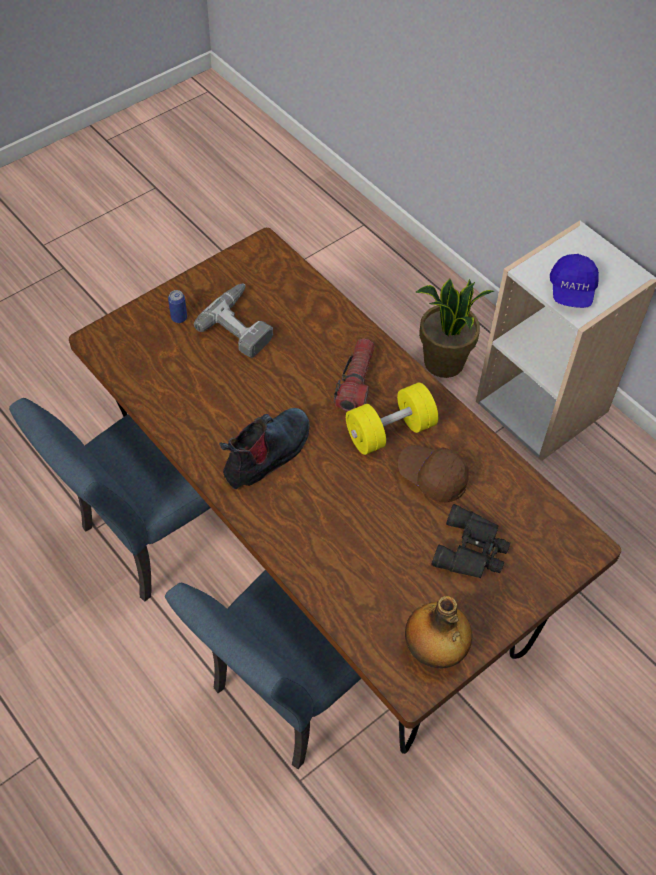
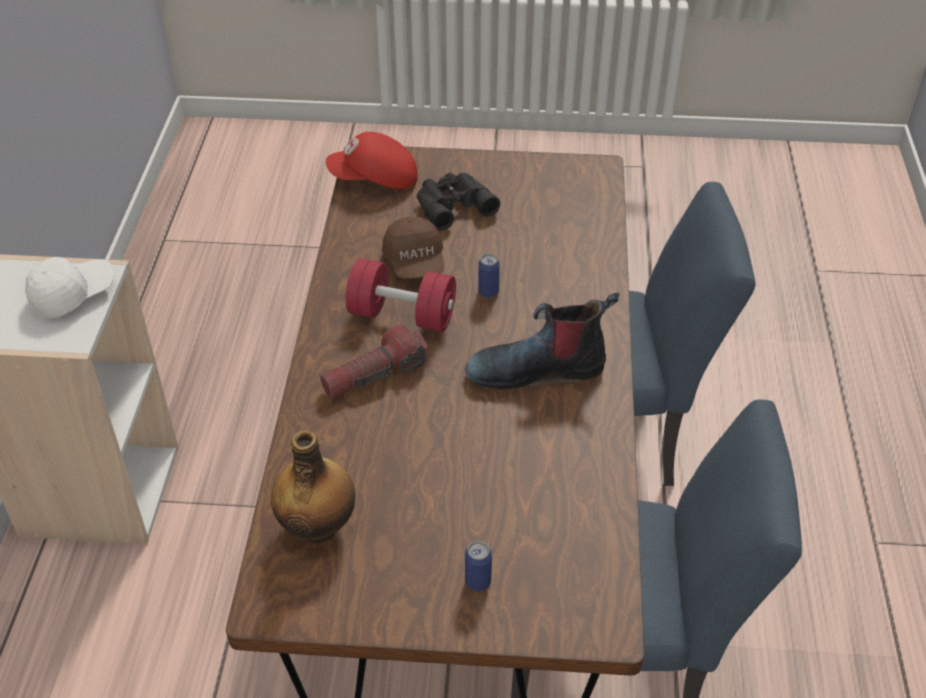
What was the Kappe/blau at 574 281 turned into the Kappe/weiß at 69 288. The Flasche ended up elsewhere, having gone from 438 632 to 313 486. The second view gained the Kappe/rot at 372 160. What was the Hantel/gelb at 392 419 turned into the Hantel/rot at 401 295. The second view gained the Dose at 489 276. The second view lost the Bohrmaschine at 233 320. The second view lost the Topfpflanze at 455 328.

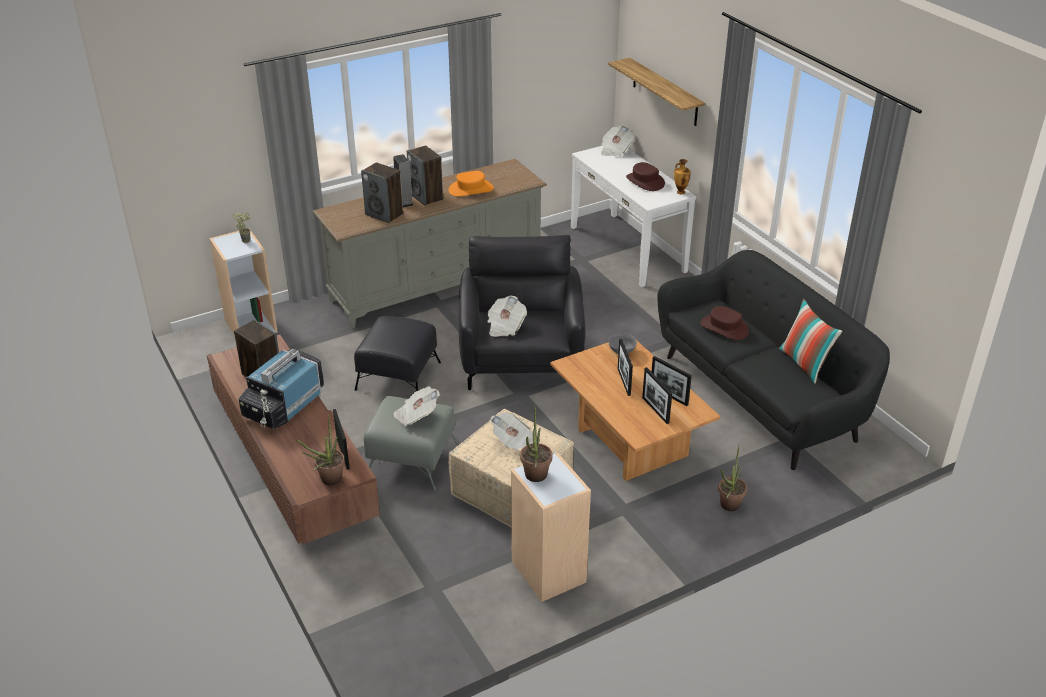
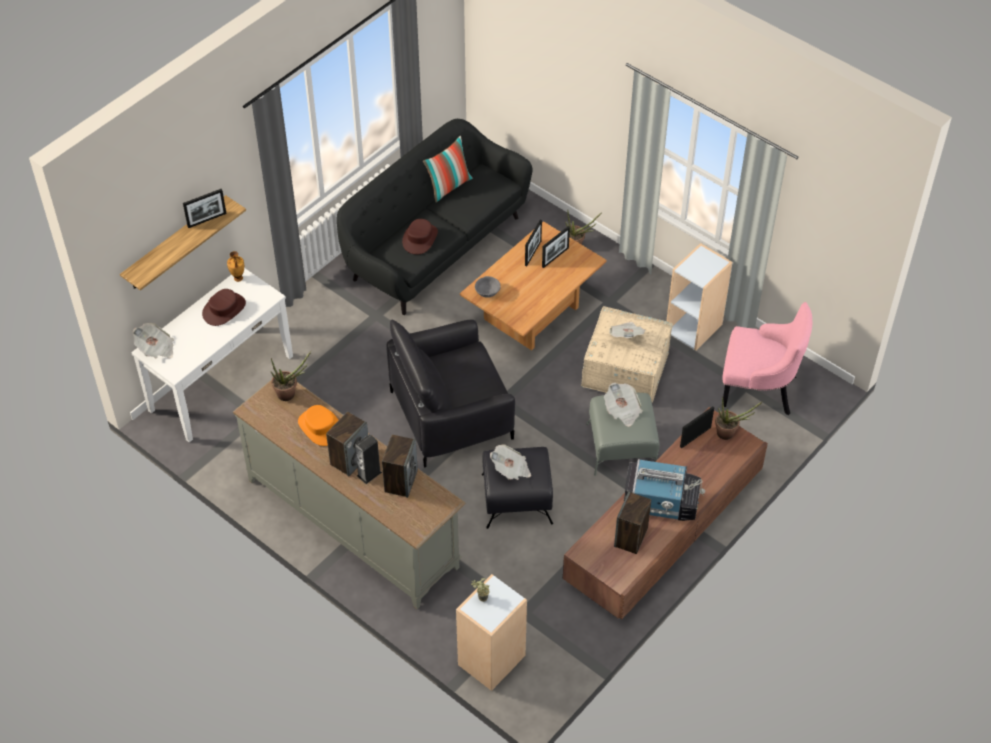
The Bilderrahmen ended up elsewhere, having gone from 625 367 to 204 208. The Topfpflanze ended up elsewhere, having gone from 536 443 to 290 376. The Zeitung ended up elsewhere, having gone from 507 316 to 510 462. The second view gained the Sessel/rosa at 767 358.

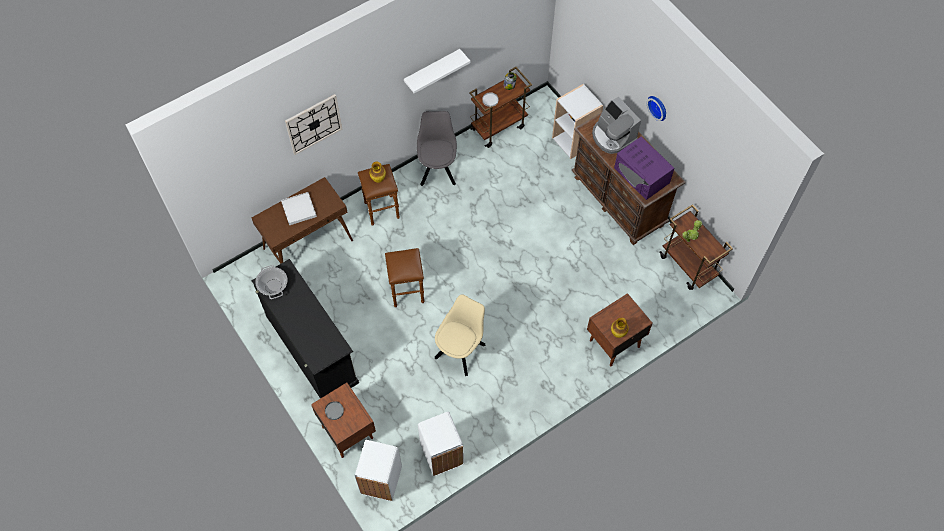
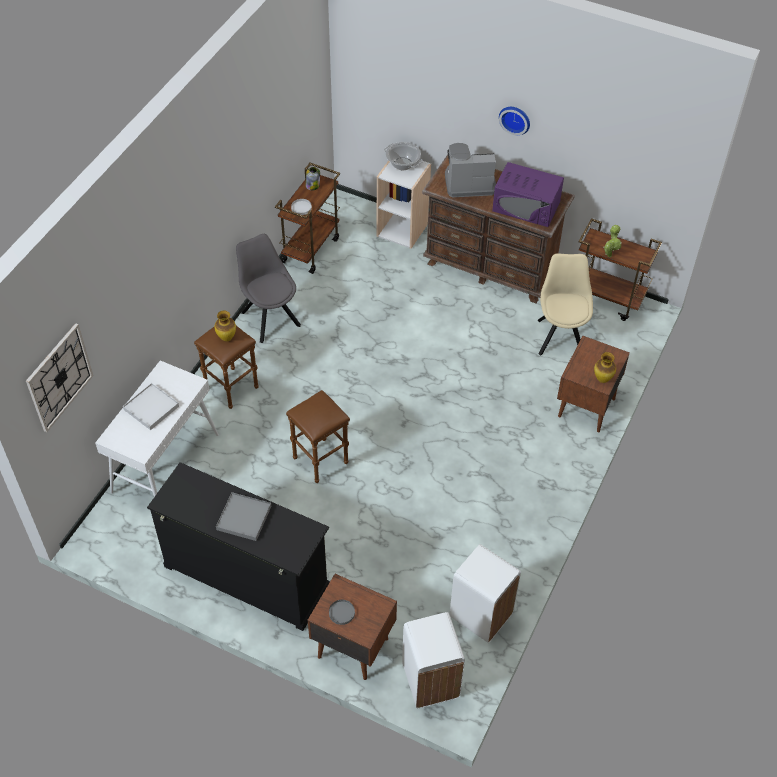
The Wanduhr ended up elsewhere, having gone from 313 124 to 59 377. What was the Konsolentisch/braun at 302 220 turned into the Konsolentisch/weiß at 157 429. The second view gained the Tablett/grau at 243 516. The Kochtopf ended up elsewhere, having gone from 271 282 to 403 156. The Kaffeemaschine at 616 125 ended up facing another way, 150 degrees clockwise from before. The Stuhl/beige ended up elsewhere, having gone from 460 335 to 565 304. The second view lost the Wandregal/weiß at 437 71.

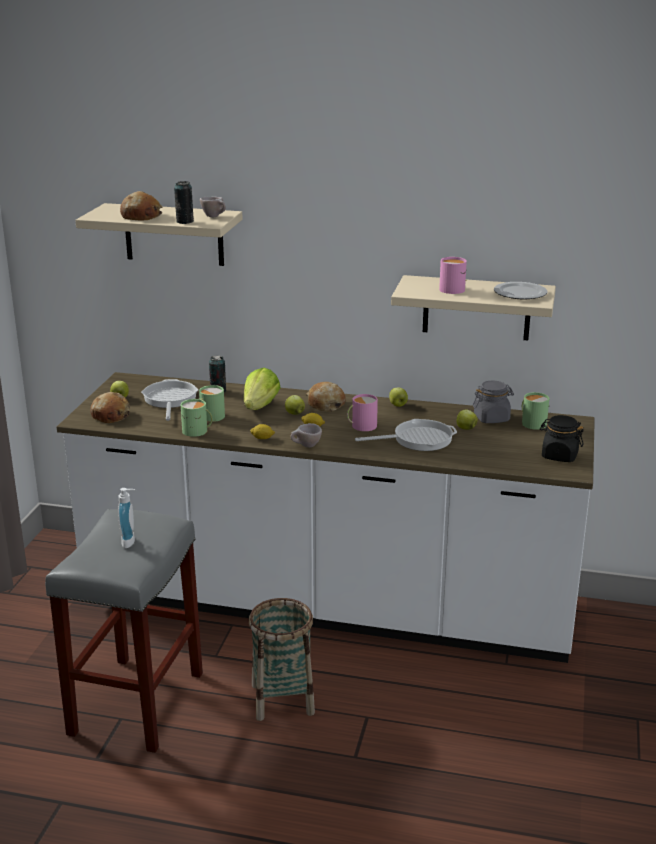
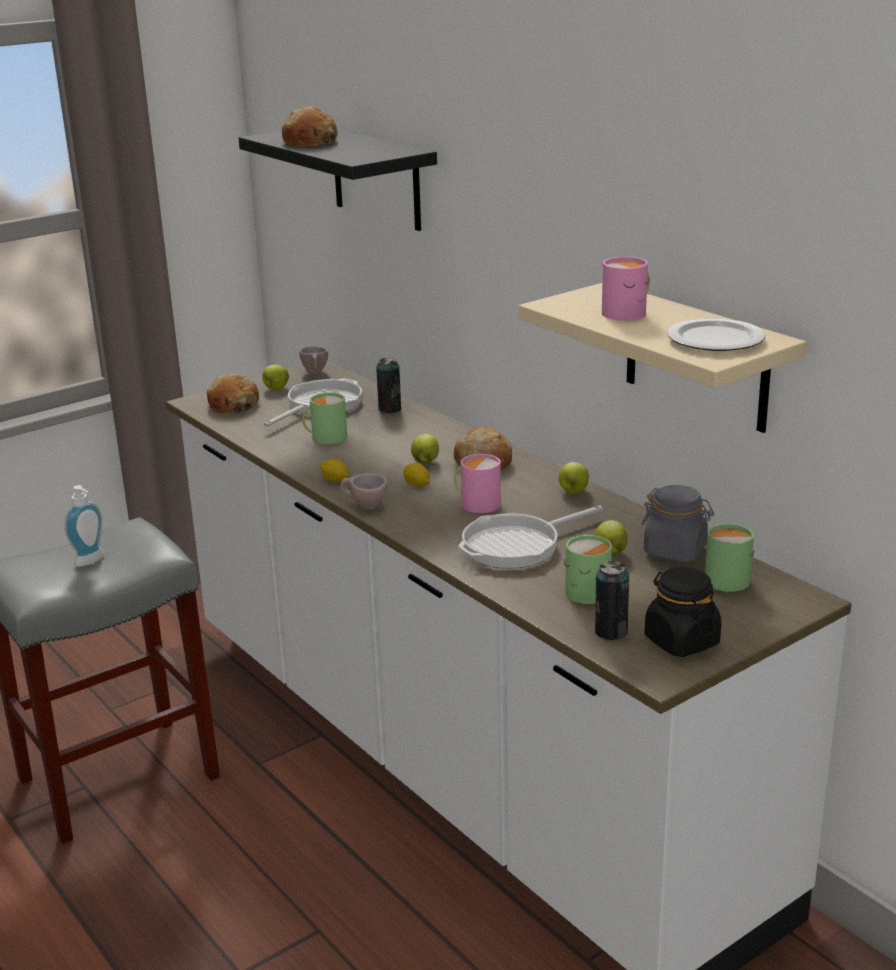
What was the Wandregal/beige at 158 234 turned into the Wandregal/schwarz at 338 180. The Tasse/beige ended up elsewhere, having gone from 213 207 to 313 360. The Pfanne at 406 435 ended up facing another way, 120 degrees clockwise from before. The Henkelbecher/grün ended up elsewhere, having gone from 197 418 to 588 569. The Dose ended up elsewhere, having gone from 184 202 to 612 600. The second view lost the Salatkopf at 262 389. The second view lost the Korb at 282 659.

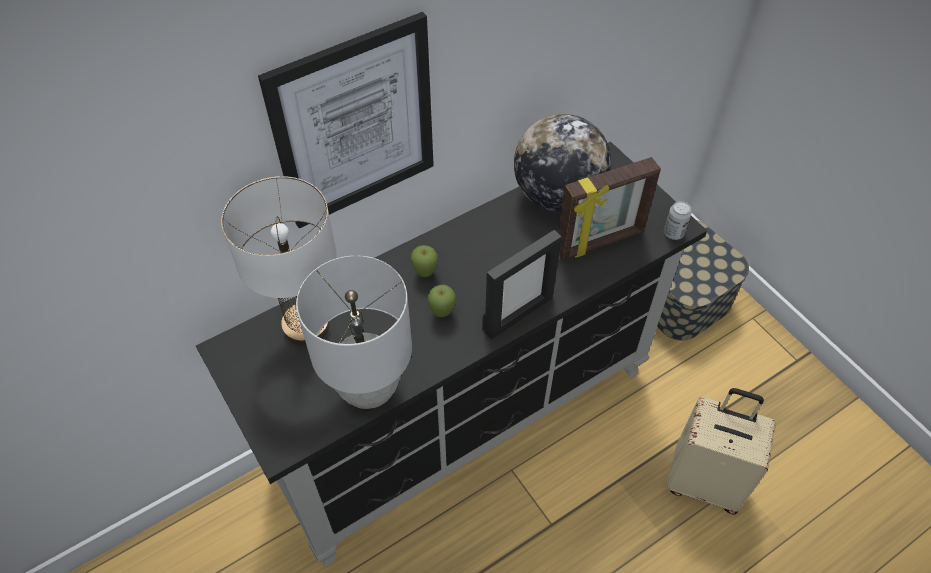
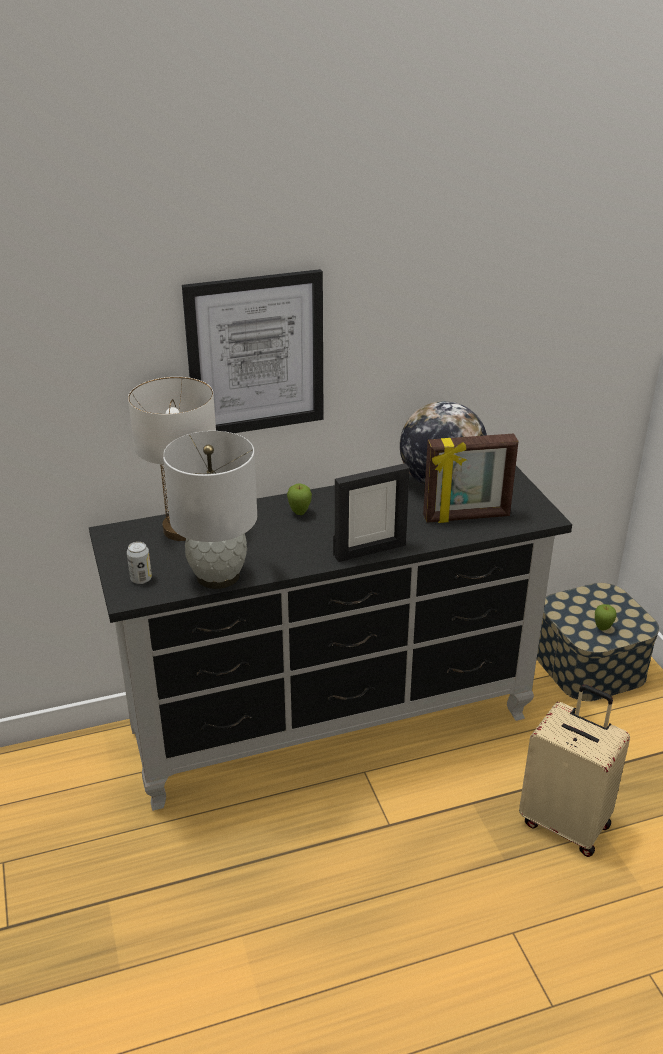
The Dose ended up elsewhere, having gone from 678 220 to 139 563. The Apfel ended up elsewhere, having gone from 442 301 to 606 617.

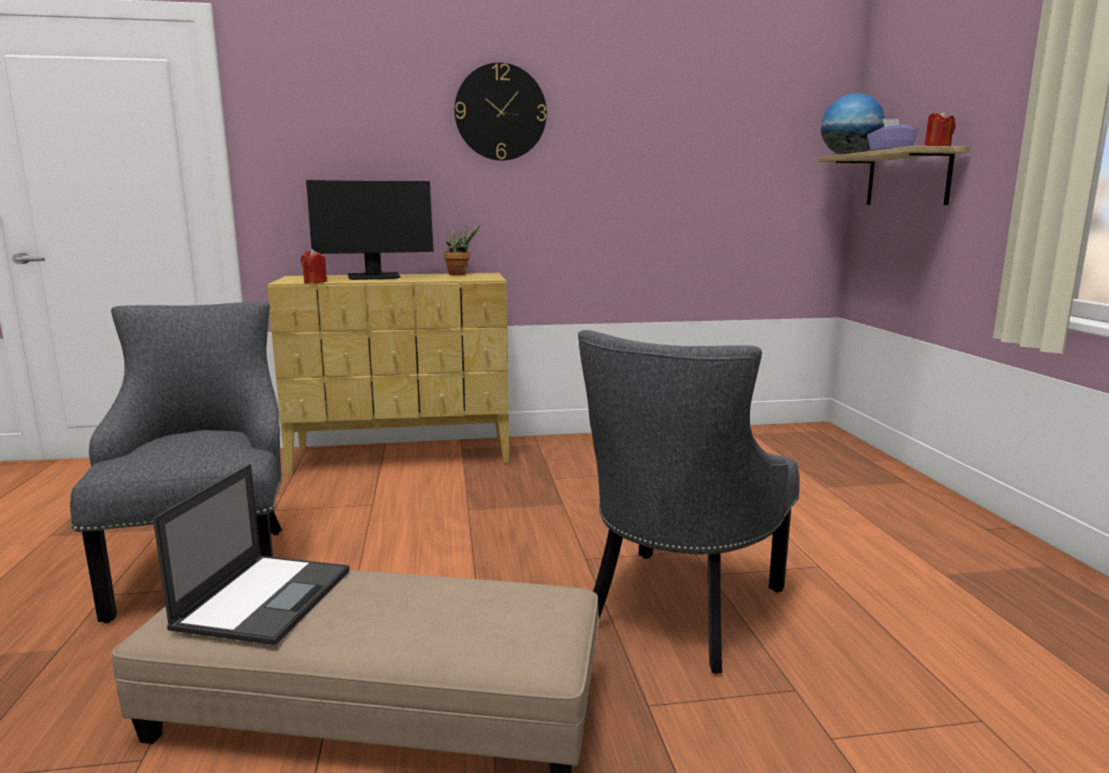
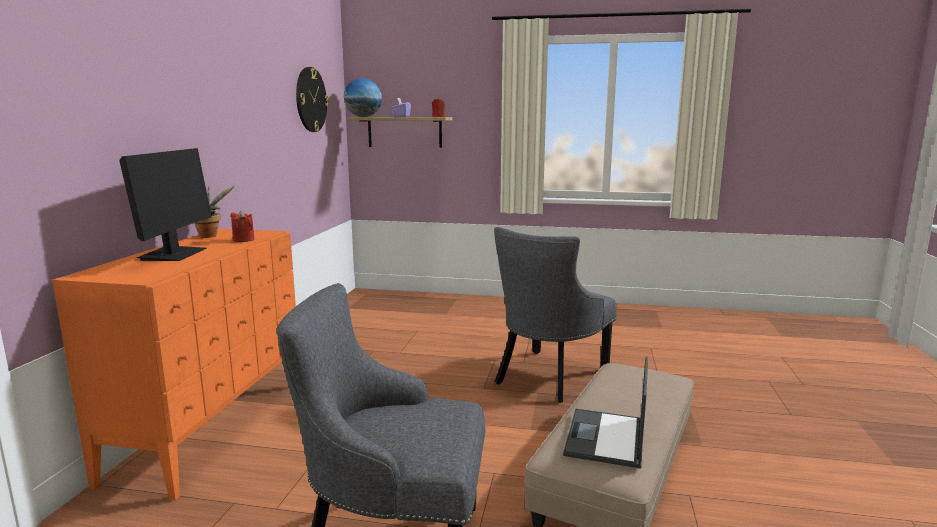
What was the Kommode/beige at 388 374 turned into the Kommode/orange at 174 364. The Kerze/rot ended up elsewhere, having gone from 314 266 to 242 226. The Wanduhr ended up elsewhere, having gone from 500 112 to 312 99. The Sessel/grau at 689 502 ended up facing another way, 75 degrees clockwise from before. The Laptop at 251 554 ended up facing another way, 105 degrees counterclockwise from before.

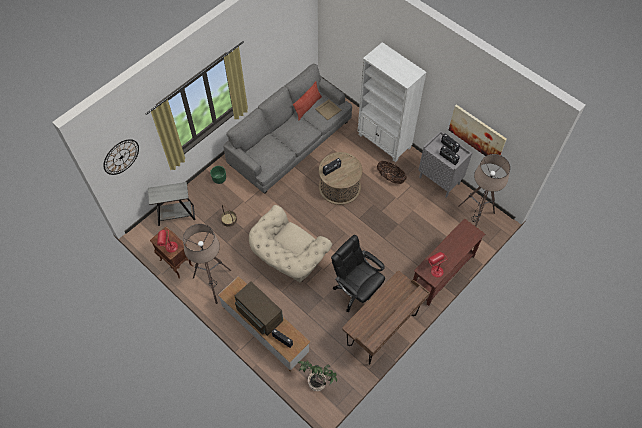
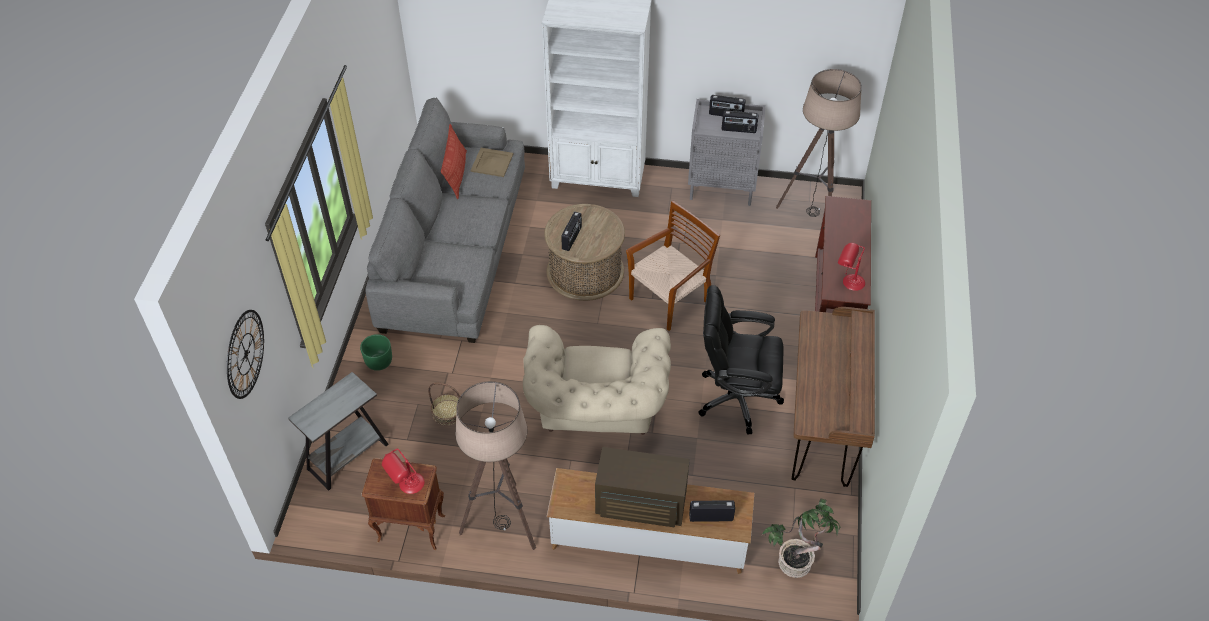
The second view gained the Sessel/braun at 673 266. The second view lost the Korb at 392 172. The second view lost the Bild at 478 130.

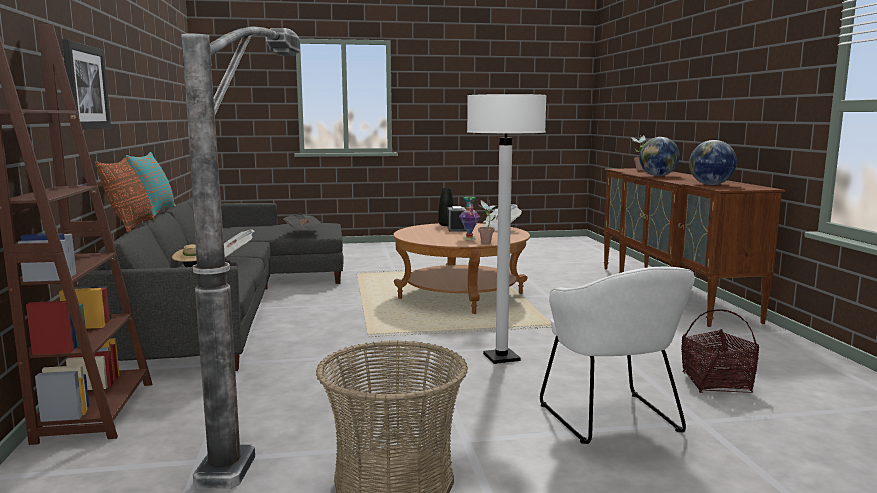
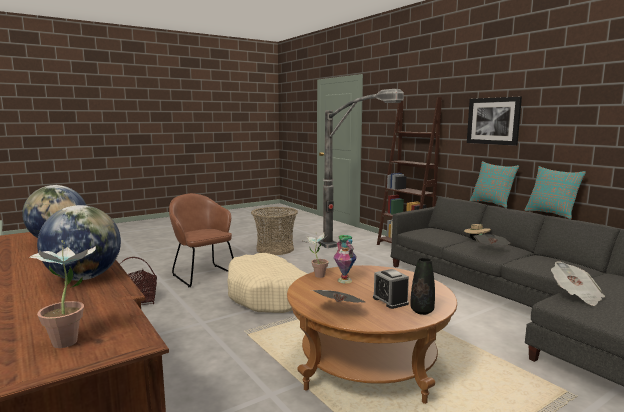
What was the Sessel/weiß at 617 355 turned into the Sessel/braun at 201 240. Where the Stehlampe/weiß stood at 507 229, the Hundebett/beige came to stand at 267 283. What was the Kissen/braun at 125 194 turned into the Kissen/türkis at 494 184.

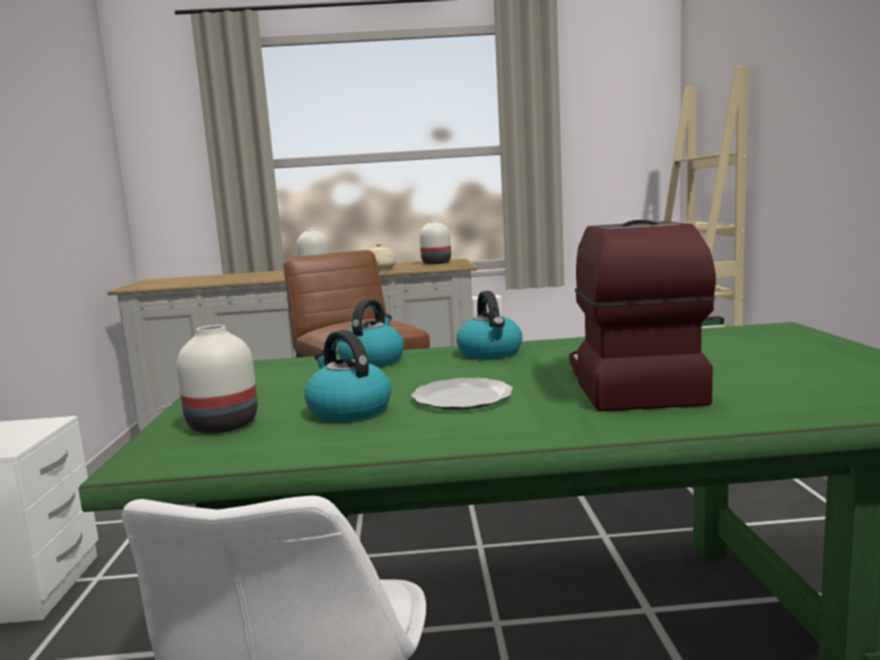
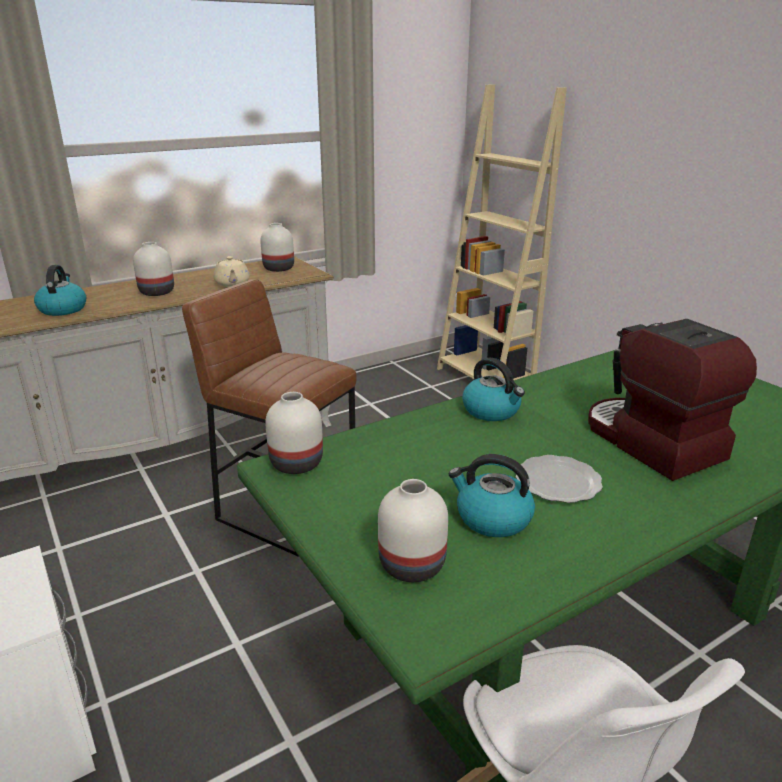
The Wasserkessel ended up elsewhere, having gone from 370 333 to 60 290. The second view gained the Vase/weiß at 294 433.

